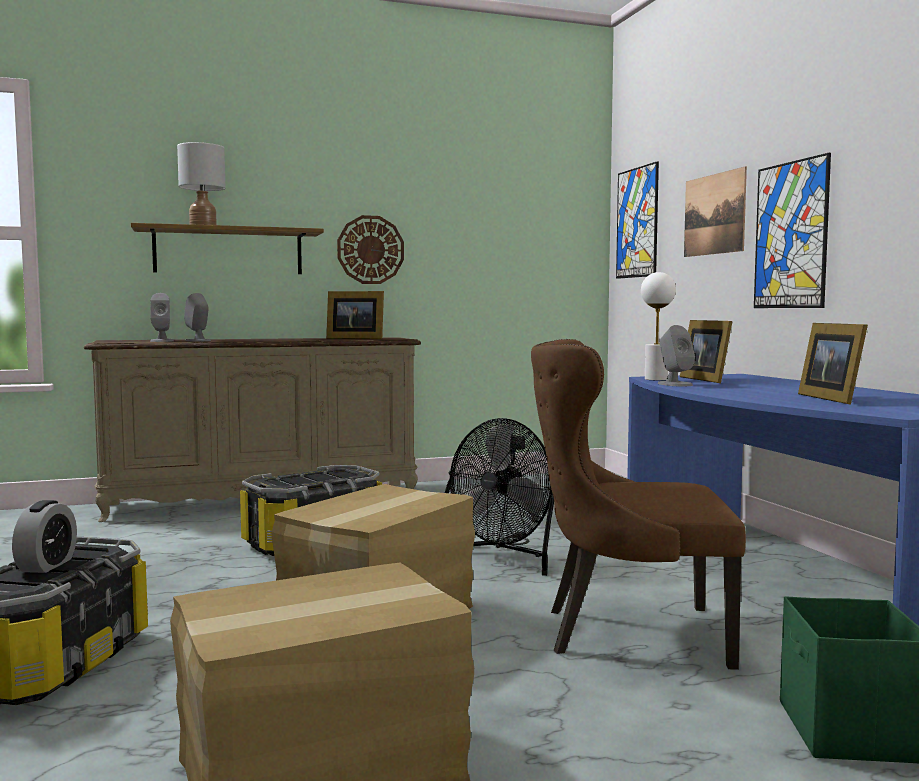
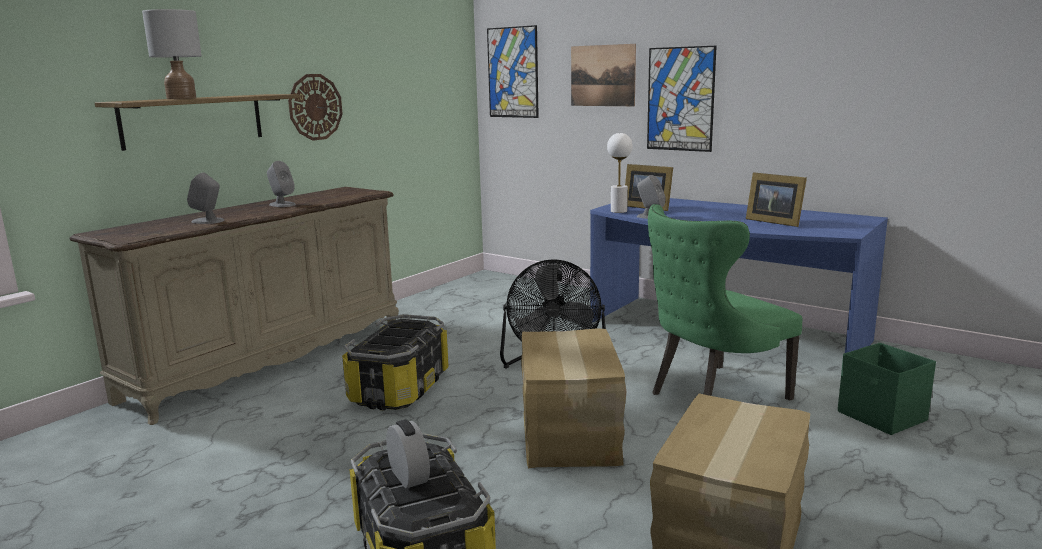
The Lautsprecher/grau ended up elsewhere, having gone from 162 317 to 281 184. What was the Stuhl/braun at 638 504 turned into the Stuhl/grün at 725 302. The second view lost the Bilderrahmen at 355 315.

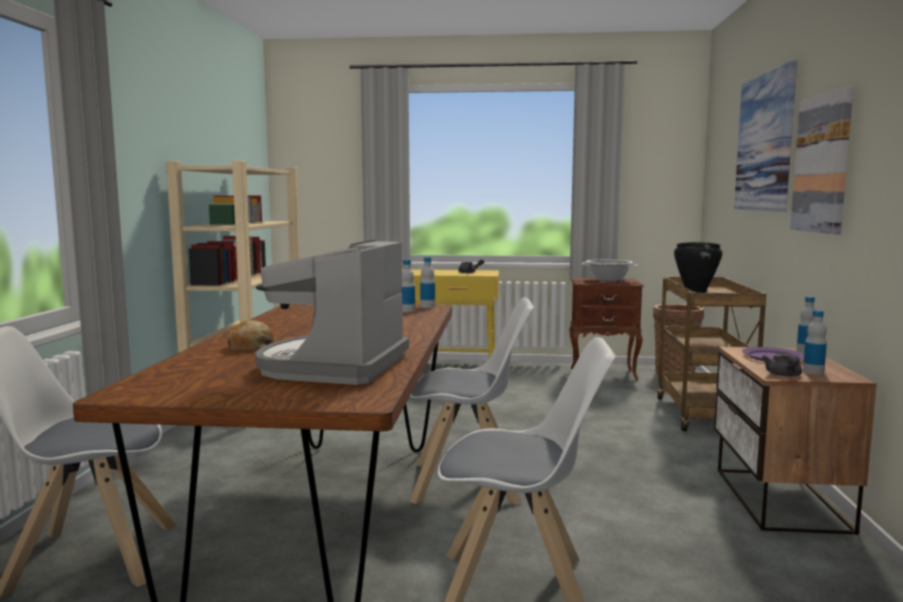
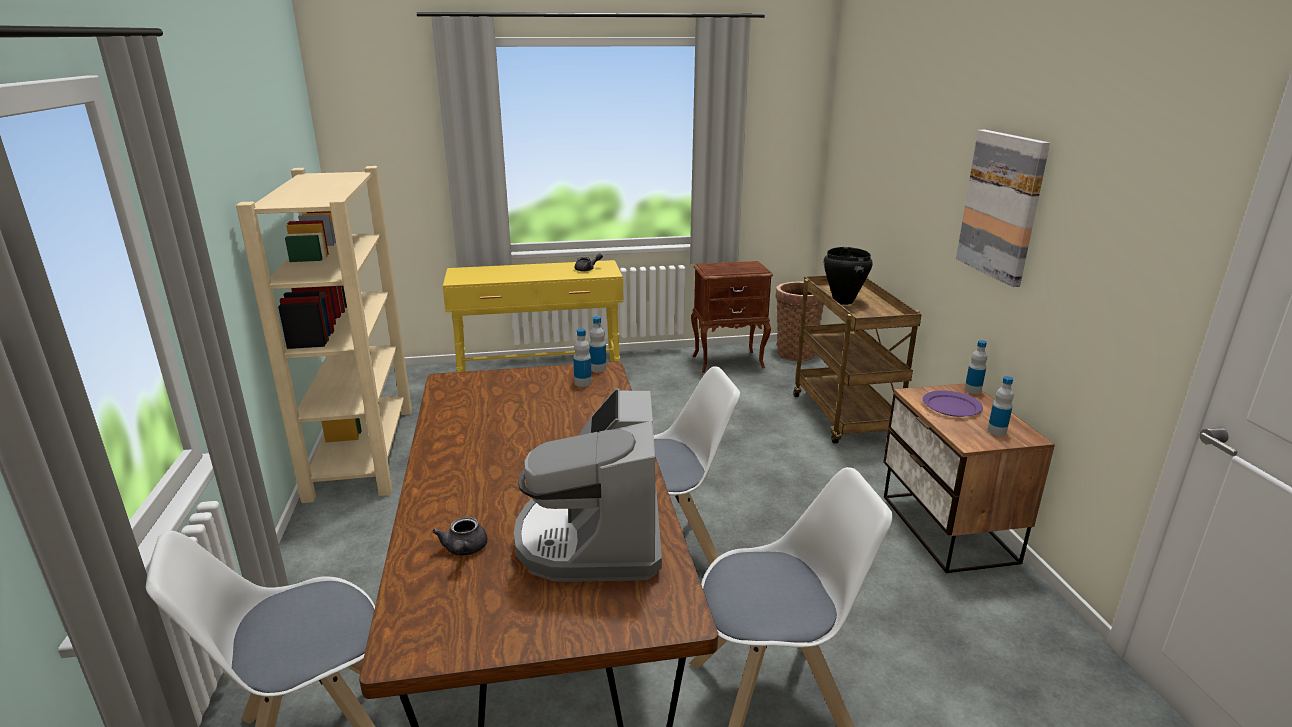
The Teekanne/grau ended up elsewhere, having gone from 782 365 to 459 536. The second view lost the Brot at 250 335. The second view lost the Kochtopf at 609 270. The second view lost the Bild at 765 136.

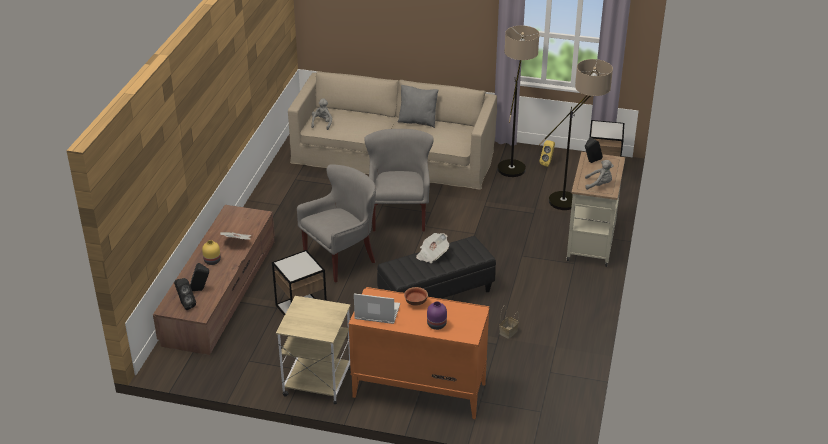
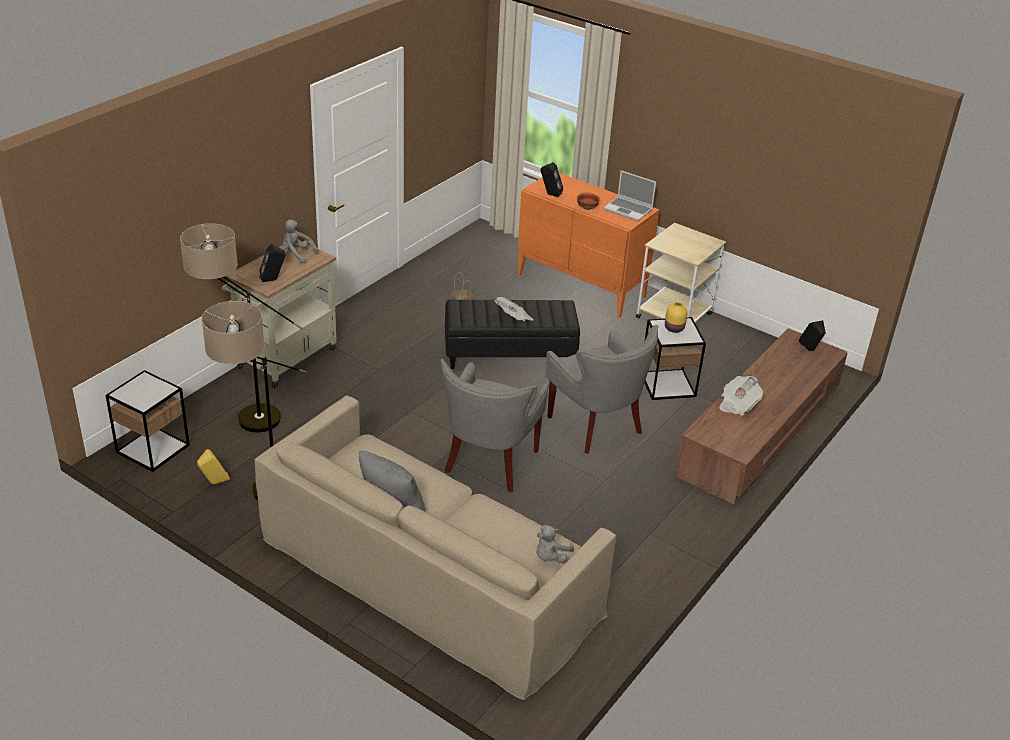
The Lautsprecher/schwarz ended up elsewhere, having gone from 199 277 to 552 179. The Sessel/grau at 336 223 ended up facing another way, 105 degrees counterclockwise from before. The Vase/gelb ended up elsewhere, having gone from 211 252 to 676 317. The second view lost the Vase/lila at 437 315.

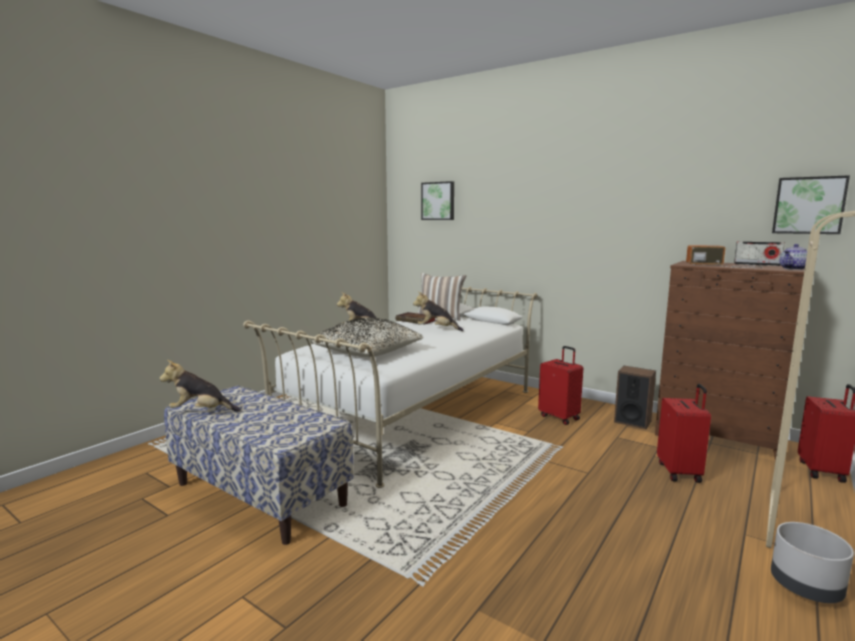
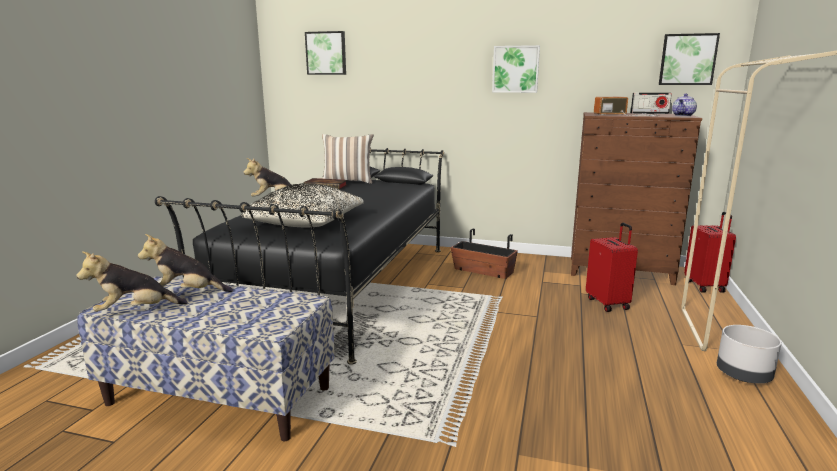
The Plüschtier ended up elsewhere, having gone from 438 311 to 185 263. What was the Bett/weiß at 390 387 turned into the Bett/schwarz at 299 256. Where the Koffer/rot stood at 560 385, the Pflanzkübel came to stand at 484 254. The second view gained the Bild at 516 69. The second view lost the Lautsprecher at 635 397.

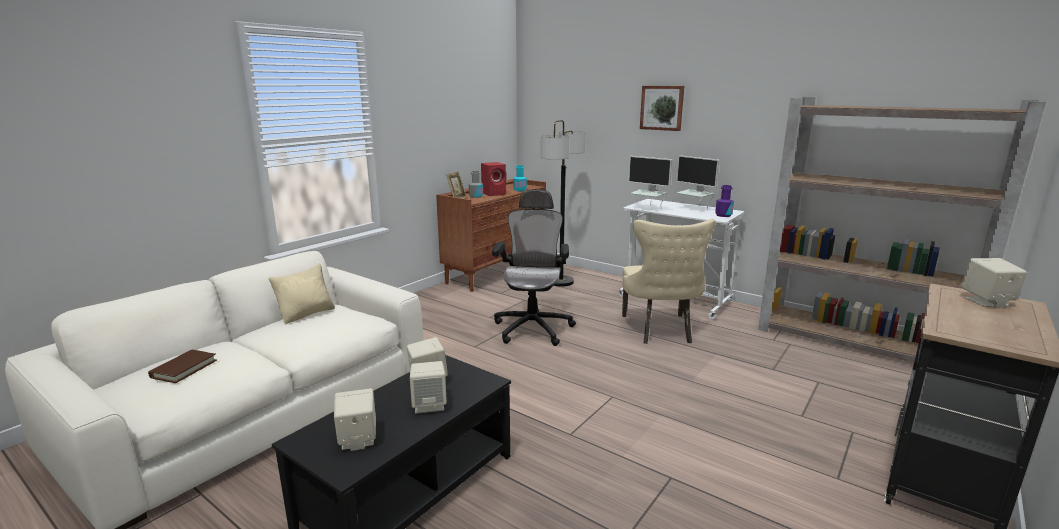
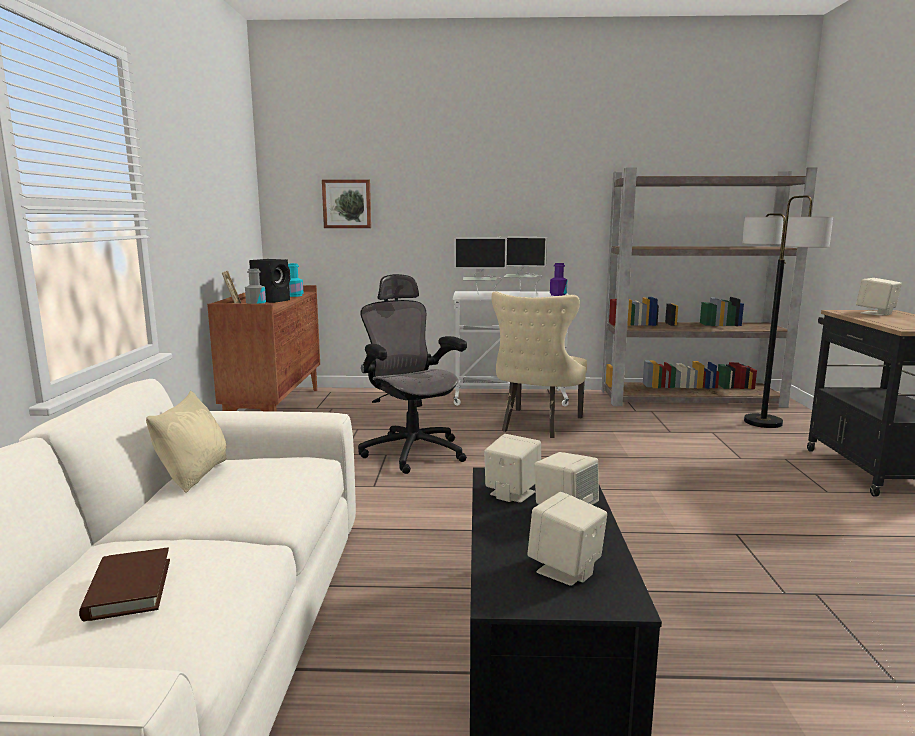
What was the Lautsprecher/rot at 494 179 turned into the Lautsprecher/schwarz at 269 281. The Bild ended up elsewhere, having gone from 662 108 to 346 203. The Stuhl/beige at 668 281 ended up facing another way, 60 degrees clockwise from before. The Stehlampe ended up elsewhere, having gone from 563 203 to 787 311.

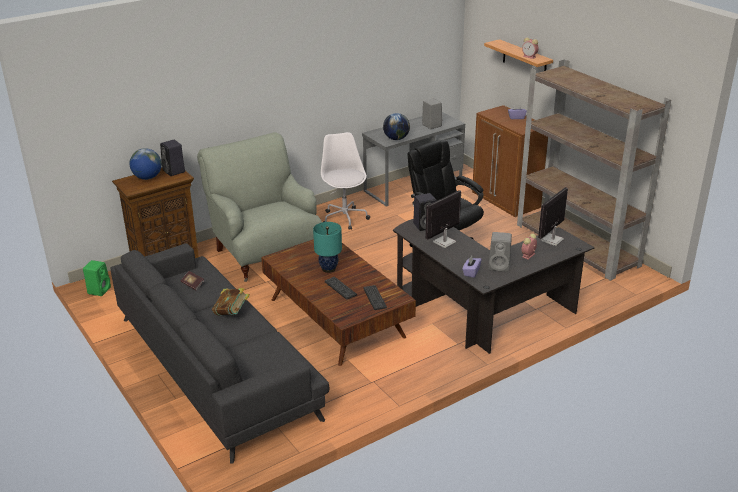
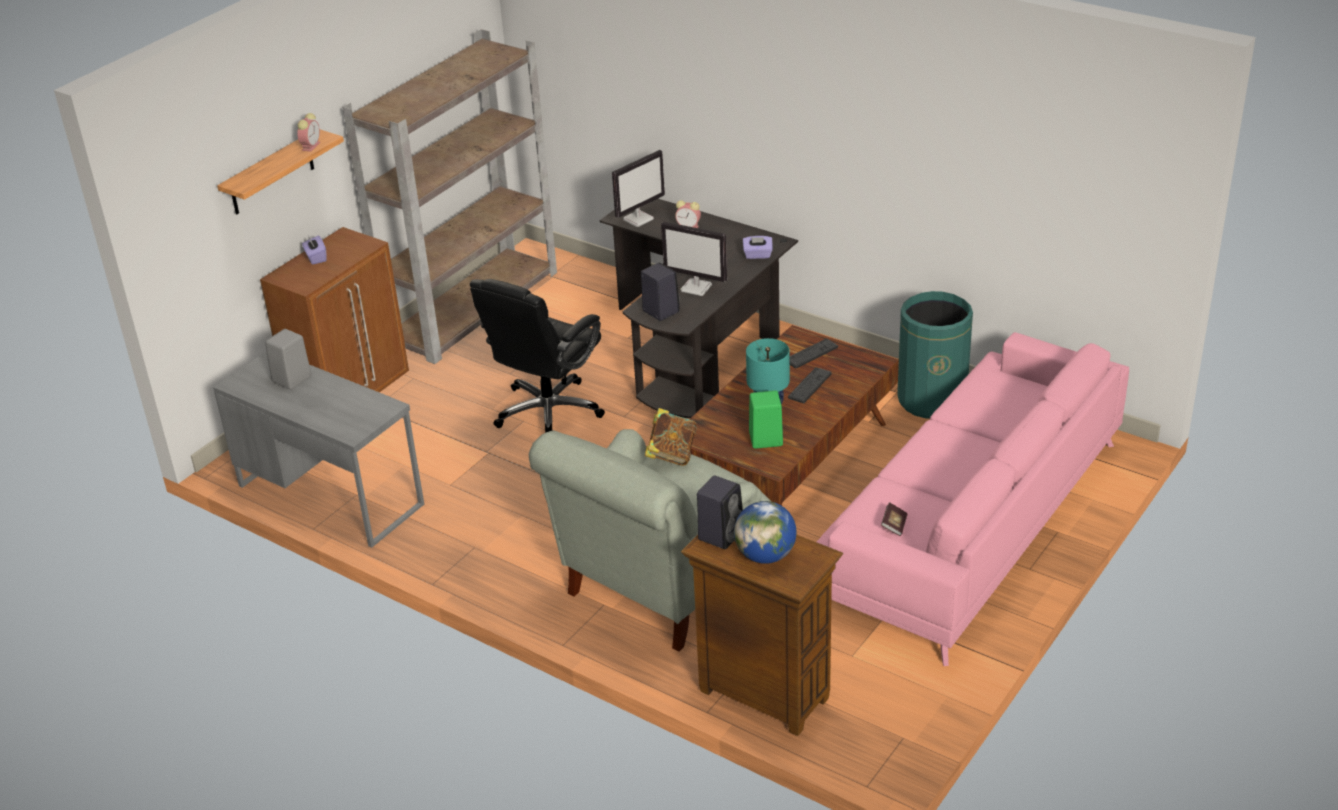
The Monitor at 553 216 ended up facing another way, 60 degrees counterclockwise from before. The Buch ended up elsewhere, having gone from 231 302 to 670 437. The Lautsprecher/grün ended up elsewhere, having gone from 97 278 to 766 419. What was the Sofa/grau at 219 353 turned into the Sofa/rosa at 973 499. The second view gained the Mülleimer/grün at 935 355. The second view lost the Bürostuhl/weiß at 345 181. The second view lost the Globus at 396 126. The second view lost the Lautsprecher/grau at 500 252.

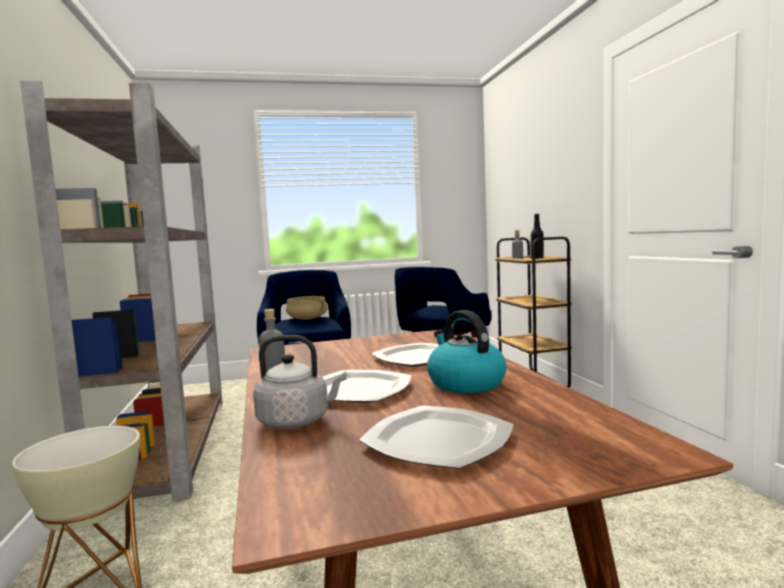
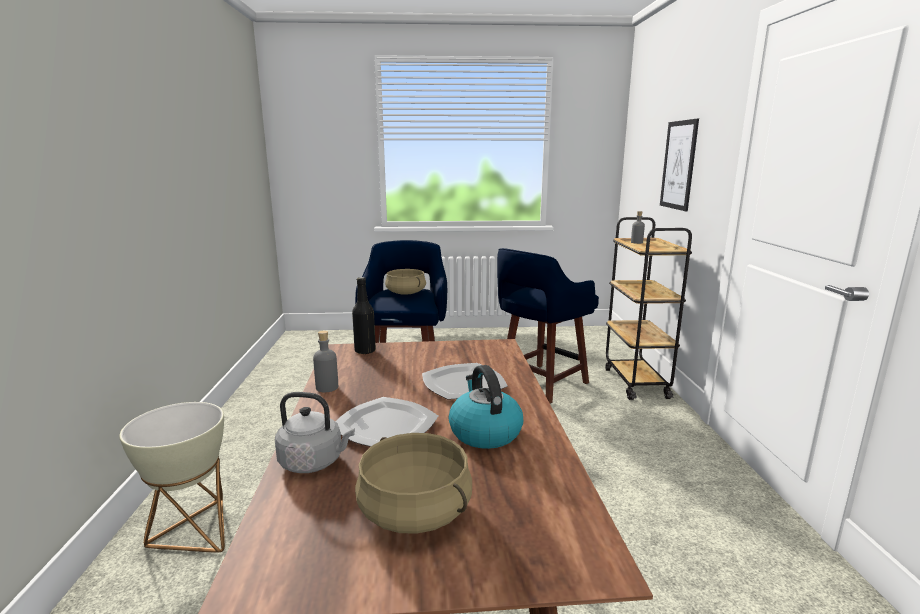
The Flasche/schwarz ended up elsewhere, having gone from 537 236 to 364 315. Where the Teller stood at 436 437, the Kochtopf/beige came to stand at 413 483. The second view gained the Bild at 679 165. The second view lost the Bücherregal/braun at 121 291.

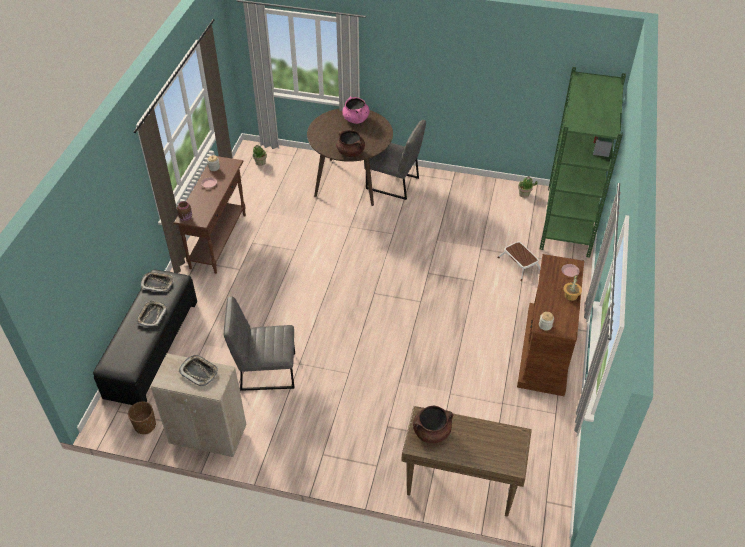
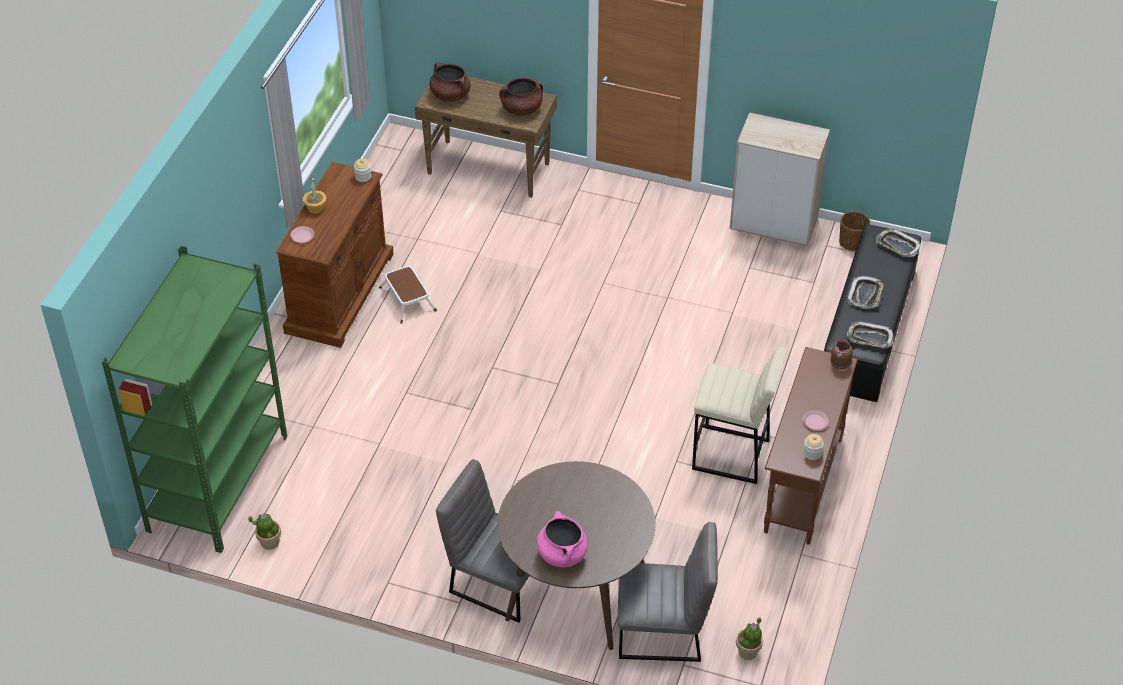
The Trittleiter/braun ended up elsewhere, having gone from 519 261 to 408 295. The Kochtopf/braun ended up elsewhere, having gone from 350 143 to 449 82. The Stuhl/grau ended up elsewhere, having gone from 259 343 to 668 592. The second view gained the Hocker/beige at 739 415. The Tablett ended up elsewhere, having gone from 198 370 to 898 242.

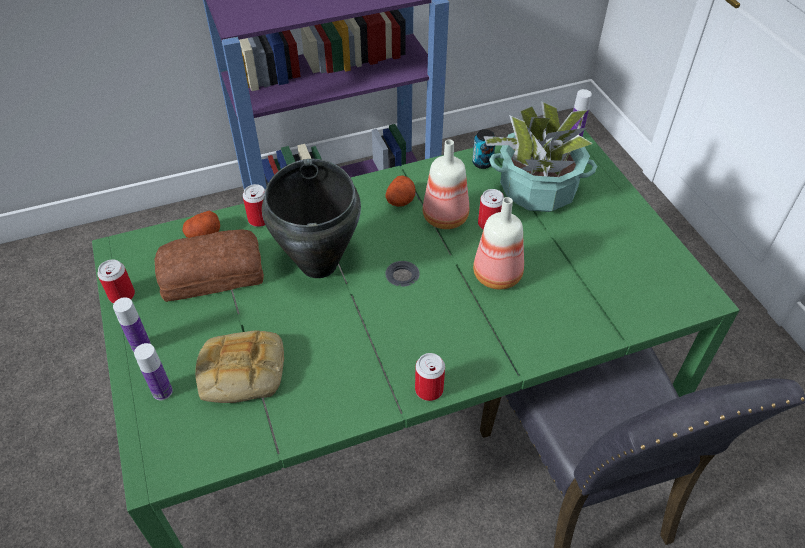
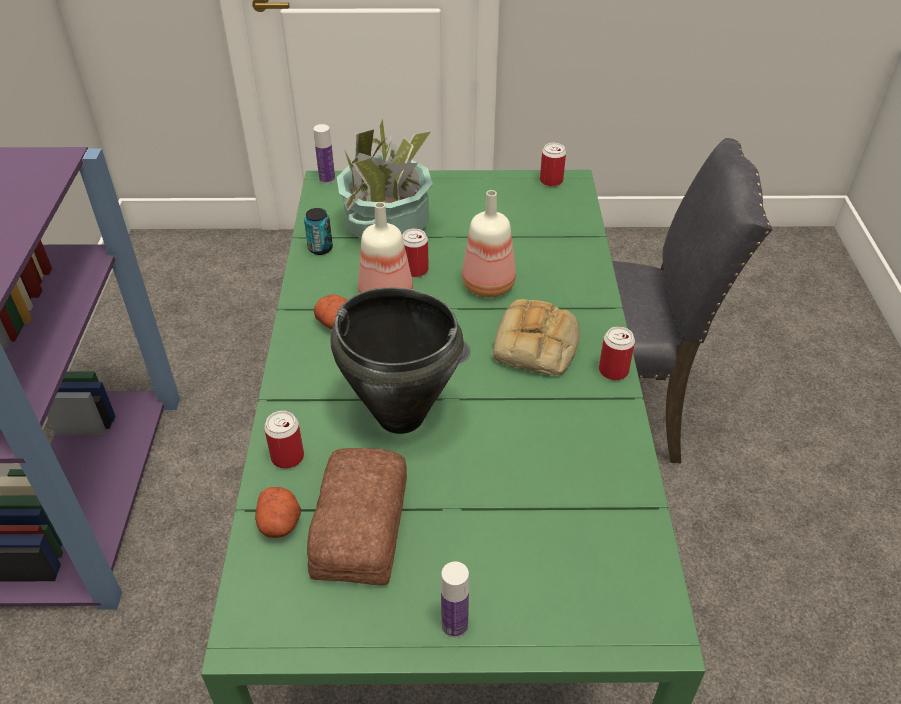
The Brot ended up elsewhere, having gone from 239 366 to 536 337. The Dose ended up elsewhere, having gone from 116 282 to 553 164. The second view lost the Flasche at 153 371.

